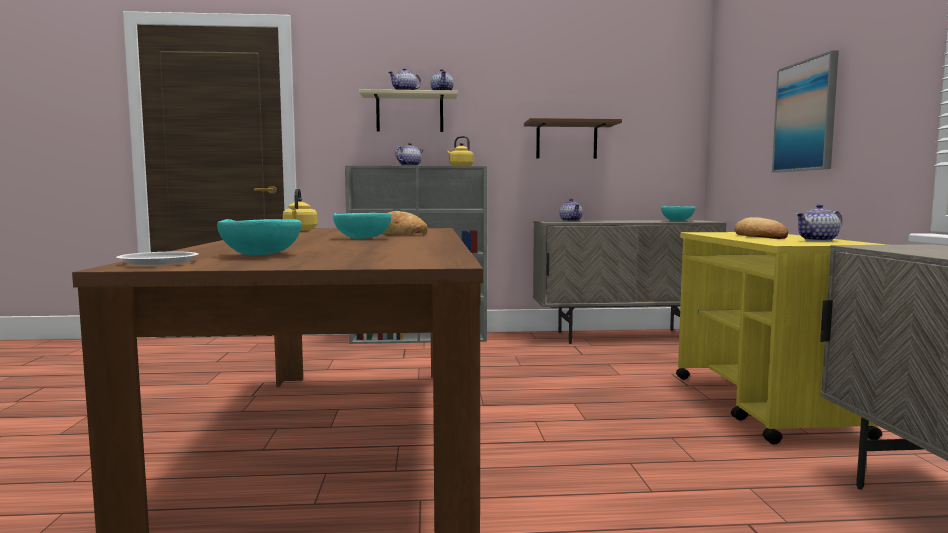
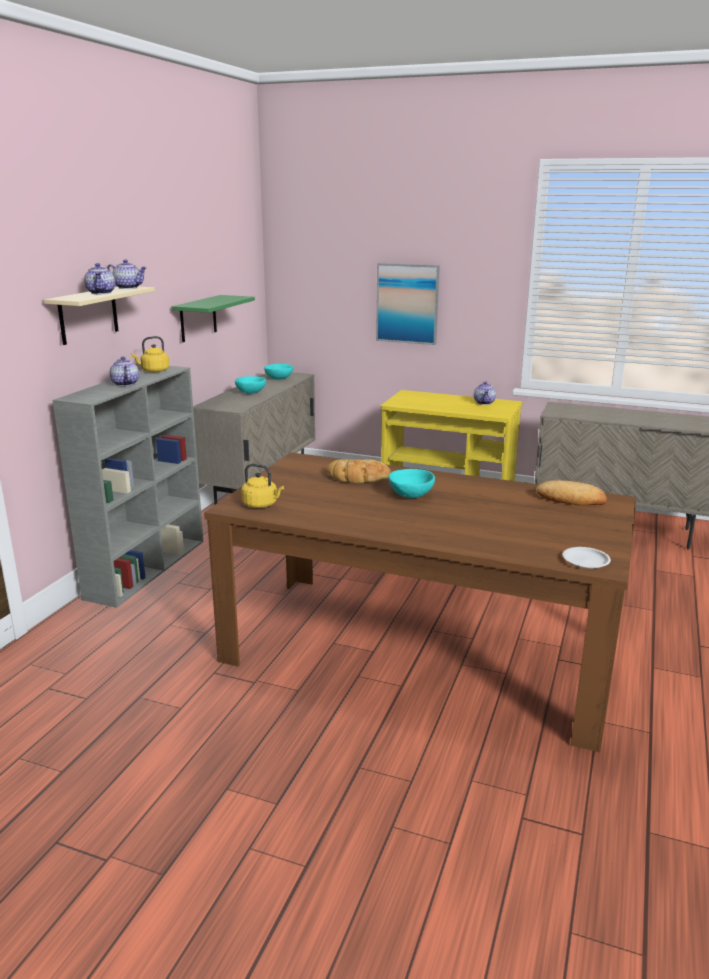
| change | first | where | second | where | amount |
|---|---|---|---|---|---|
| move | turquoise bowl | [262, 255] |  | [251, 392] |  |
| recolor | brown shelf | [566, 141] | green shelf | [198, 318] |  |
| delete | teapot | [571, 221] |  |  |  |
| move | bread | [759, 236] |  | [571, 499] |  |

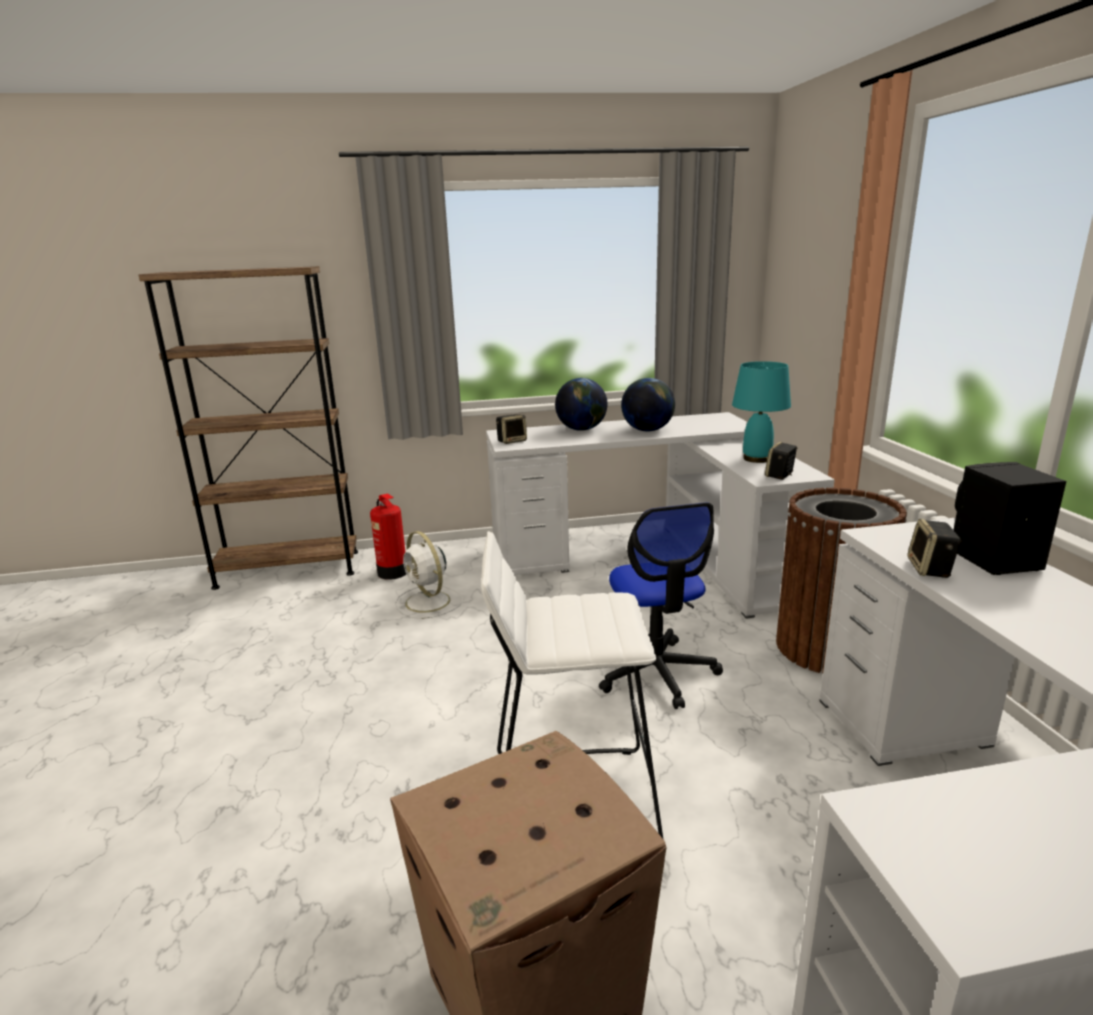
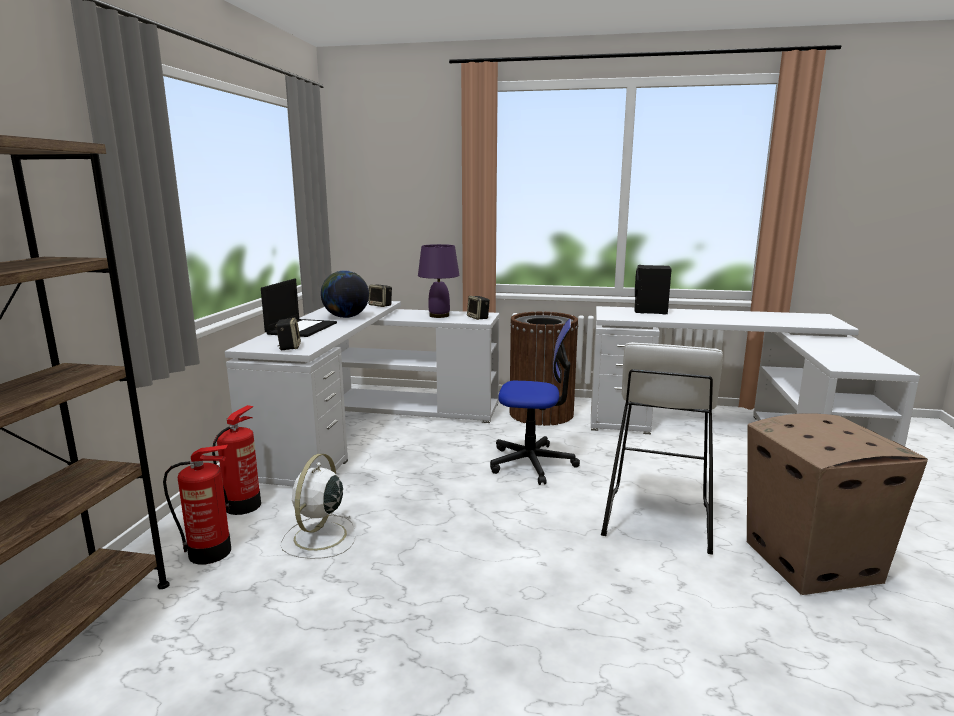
| change | first | where | second | where | amount |
|---|---|---|---|---|---|
| rotate | white fan | [429, 602] |  | [319, 537] | 120 degrees clockwise |
| replace | globe | [581, 429] | laptop | [301, 328] |  |
| recolor | turquoise table lamp | [756, 458] | purple table lamp | [438, 315] |  |
| move | speaker | [930, 569] |  | [381, 305] |  |
| insert |  |  | fire extinguisher | [243, 505] |  |

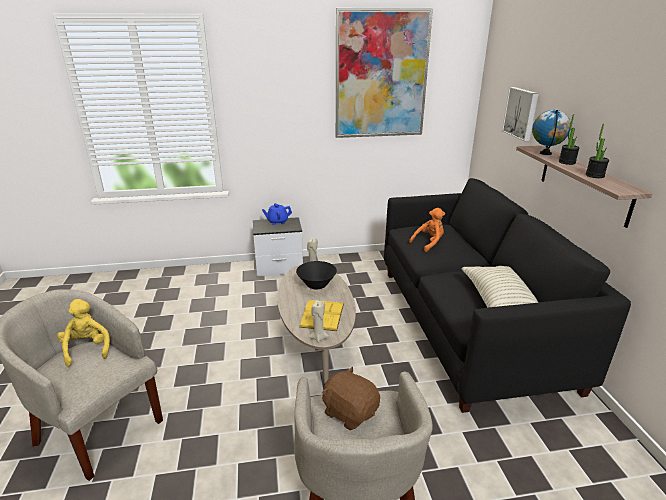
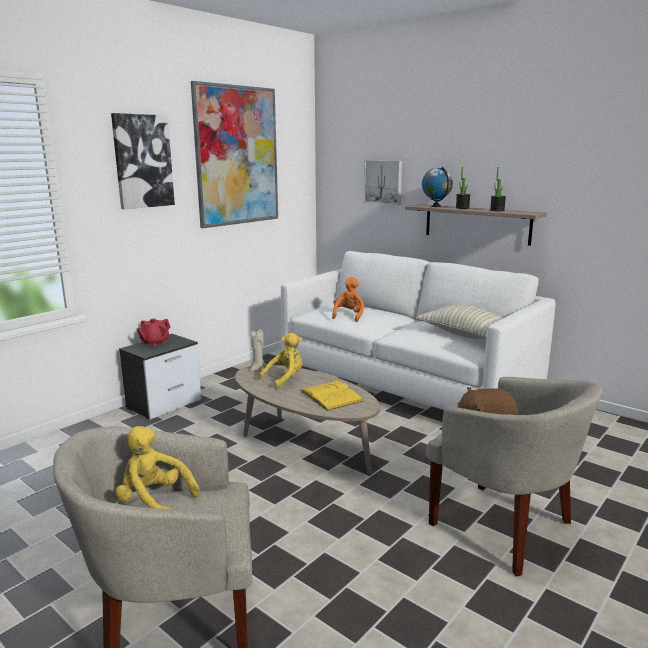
| change | first | where | second | where | amount |
|---|---|---|---|---|---|
| recolor | blue teapot | [277, 222] | red teapot | [154, 342] |  |
| replace | black bowl | [316, 285] | yellow plush toy | [285, 379] |  |
| delete | beige candle | [318, 337] |  |  |  |
| recolor | black sofa | [468, 324] | white sofa | [406, 385] |  |
| insert |  |  | picture | [142, 161] |  |

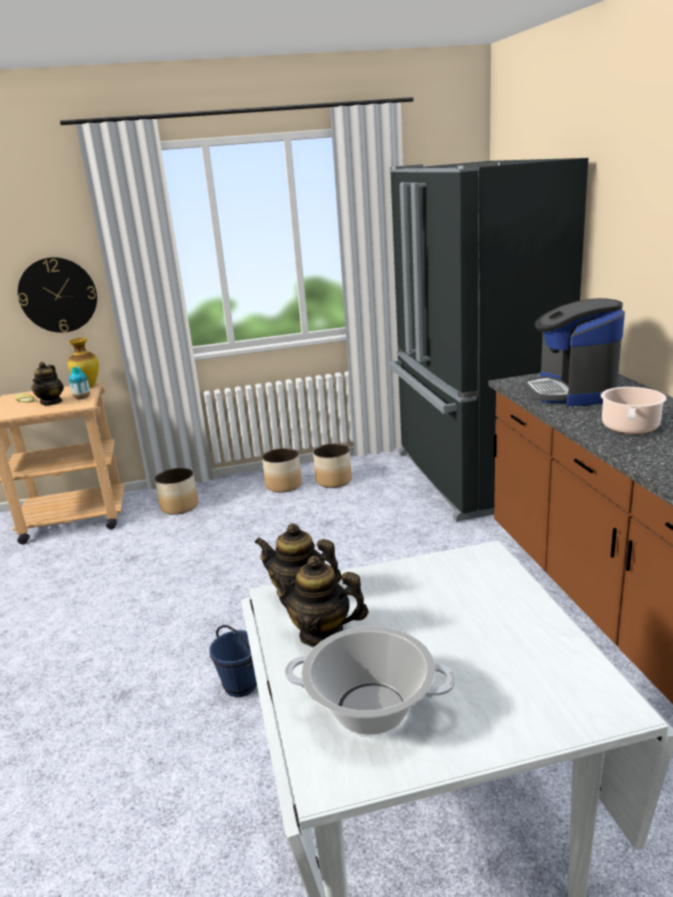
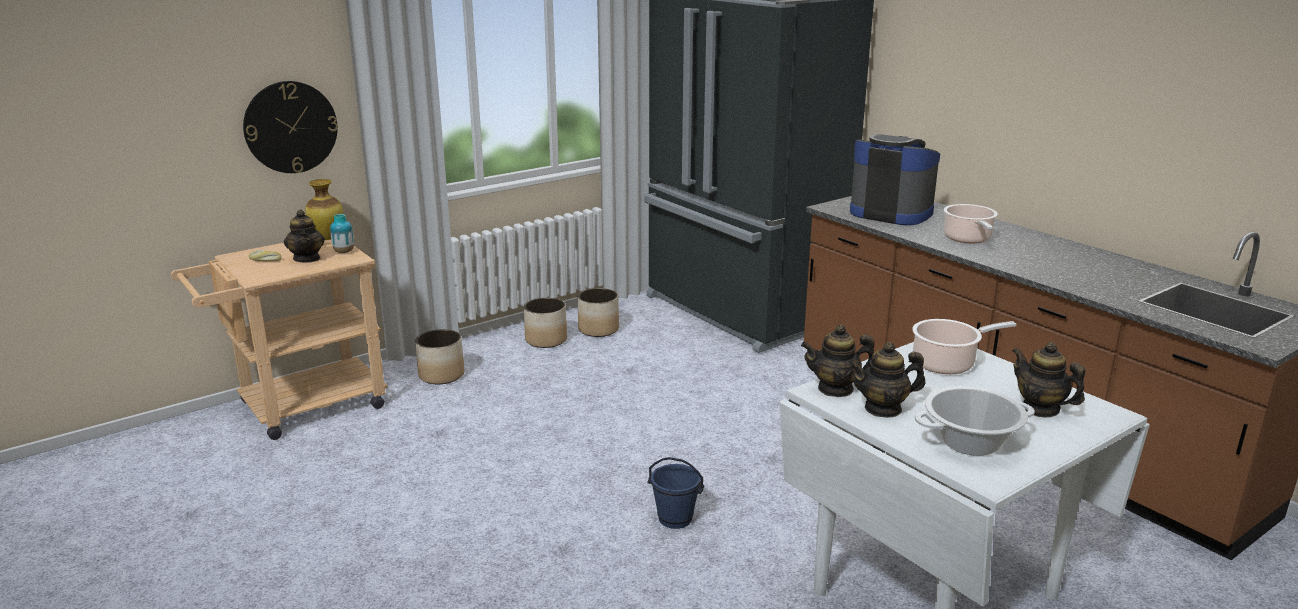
| change | first | where | second | where | amount |
|---|---|---|---|---|---|
| rotate | coffee machine | [571, 392] |  | [890, 213] | 150 degrees clockwise |
| insert |  |  | cooking pot | [947, 364] |  |
| insert |  |  | teapot | [1040, 409] |  |

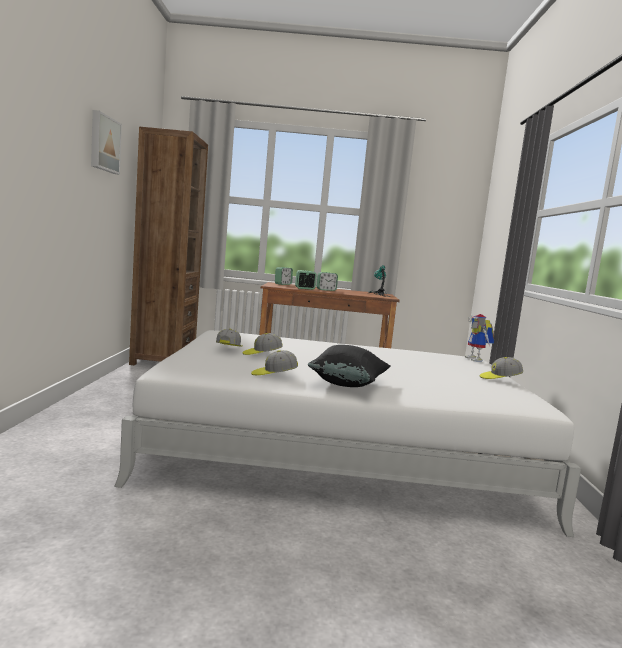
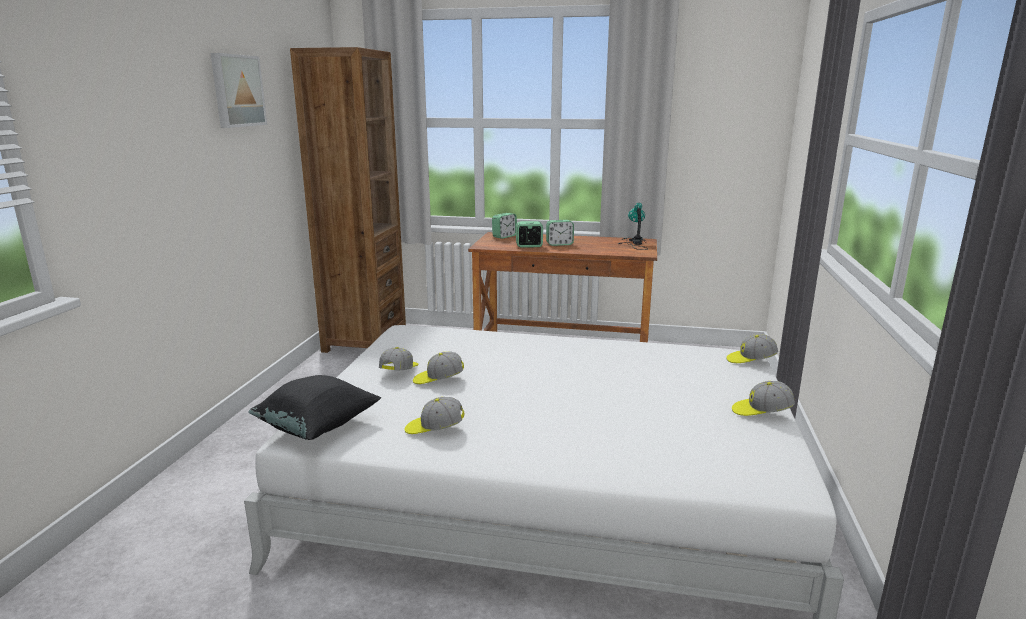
| change | first | where | second | where | amount |
|---|---|---|---|---|---|
| move | black pillow | [348, 385] |  | [318, 428] |  |
| replace | toy robot | [477, 360] | cap | [750, 360] |  |

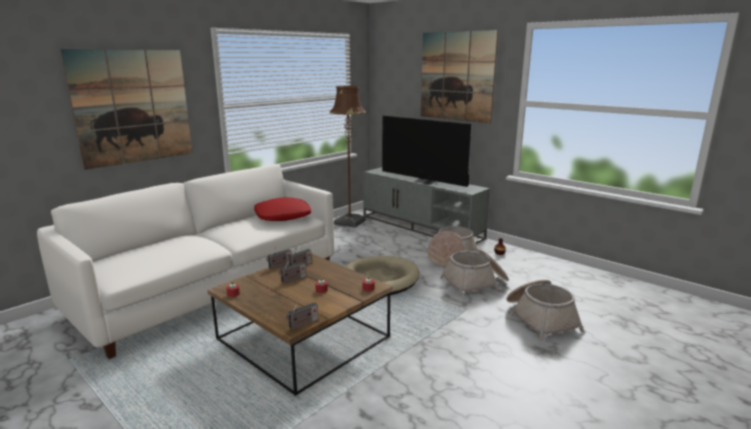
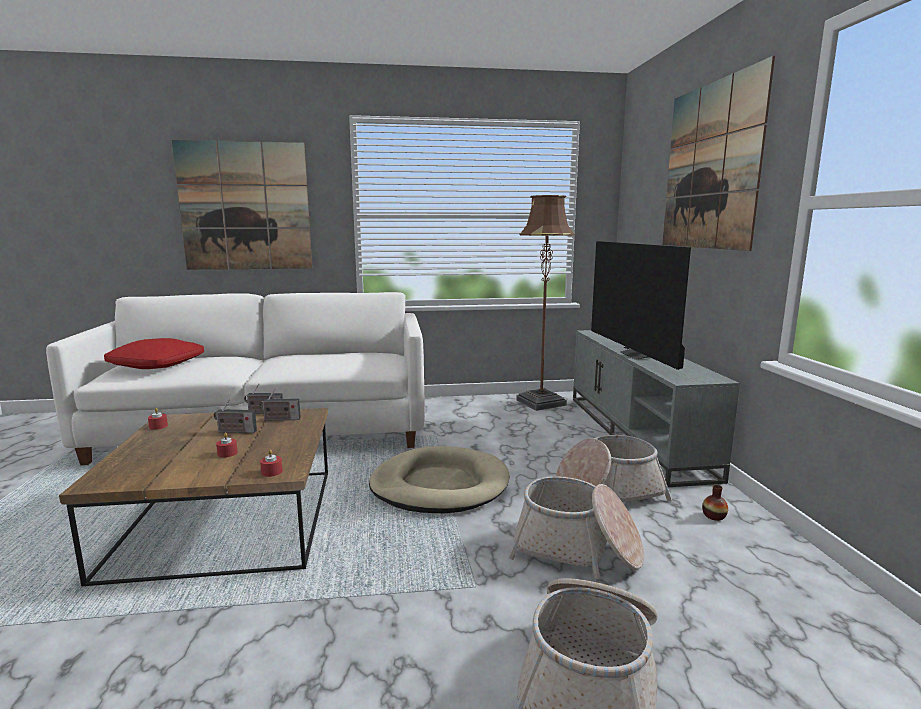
| change | first | where | second | where | amount |
|---|---|---|---|---|---|
| move | red pillow | [283, 216] |  | [157, 364] |  |
| delete | radio | [302, 324] |  |  |  |

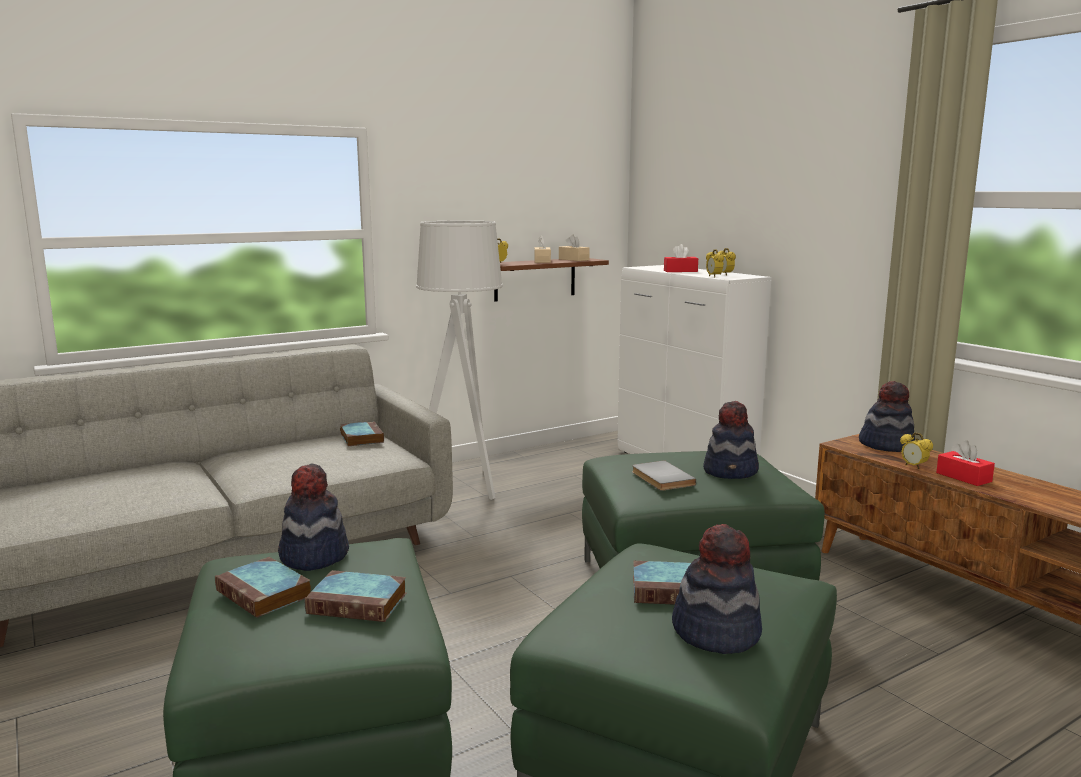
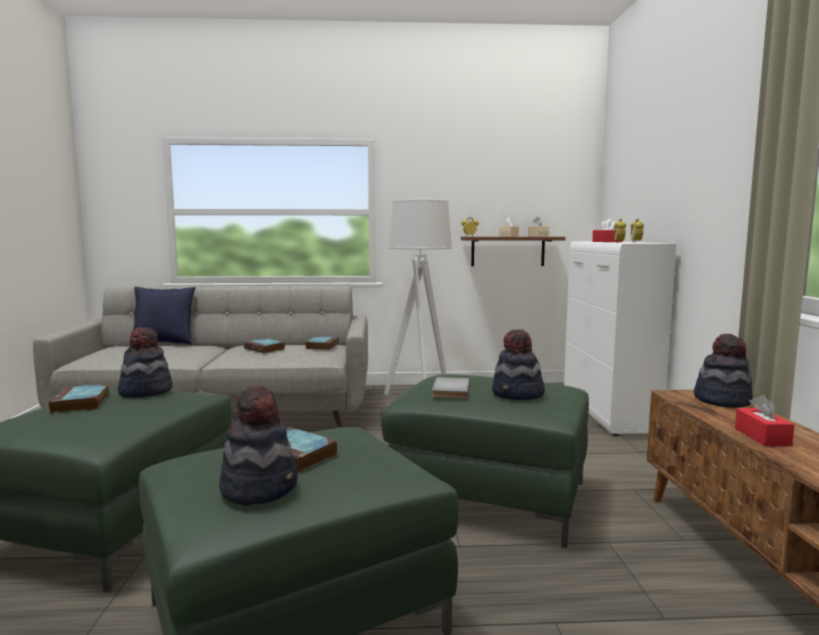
| change | first | where | second | where | amount |
|---|---|---|---|---|---|
| move | book | [359, 603] |  | [265, 349] |  |
| delete | alarm clock | [913, 466] |  |  |  |
| insert |  |  | blue pillow | [164, 344] |  |

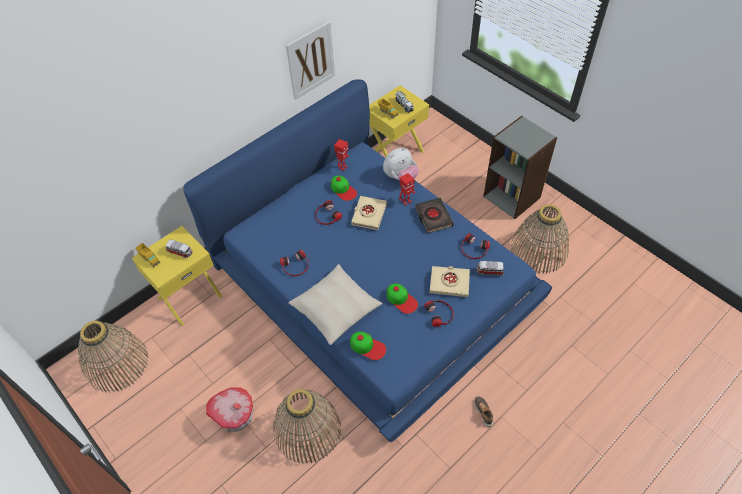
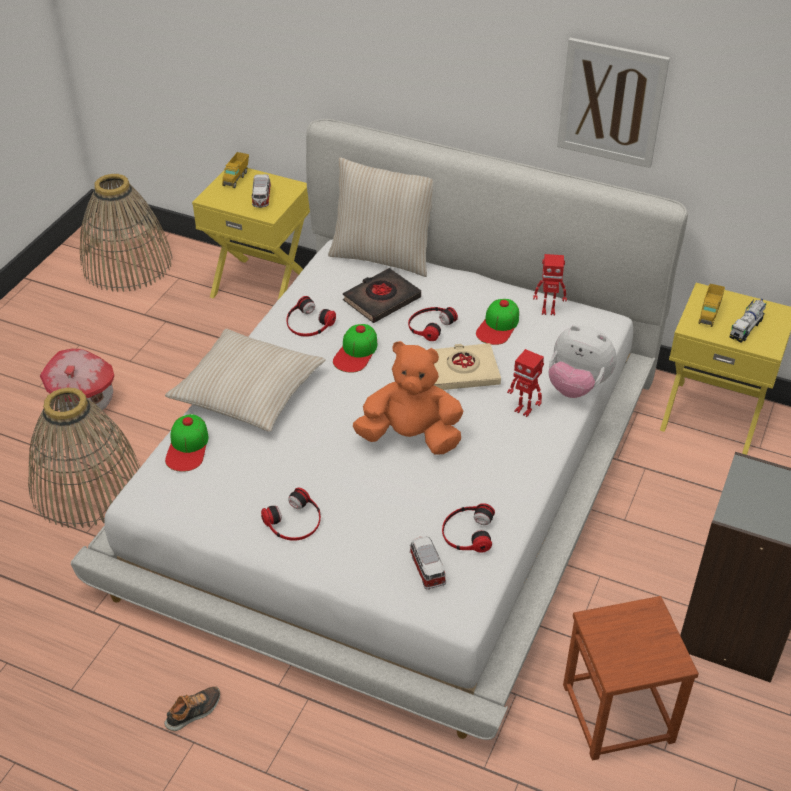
| change | first | where | second | where | amount |
|---|---|---|---|---|---|
| recolor | blue bed | [372, 281] | white bed | [395, 475] |  |
| move | cap | [401, 299] |  | [356, 352] |  |
| move | black book | [433, 217] |  | [381, 299] |  |
| delete | beige book | [449, 283] |  |  |  |
| replace | basket | [538, 250] | brown stool | [619, 713] |  |
| insert |  |  | beige pillow | [383, 256] |  |
| insert |  |  | orange plush toy | [411, 437] |  |

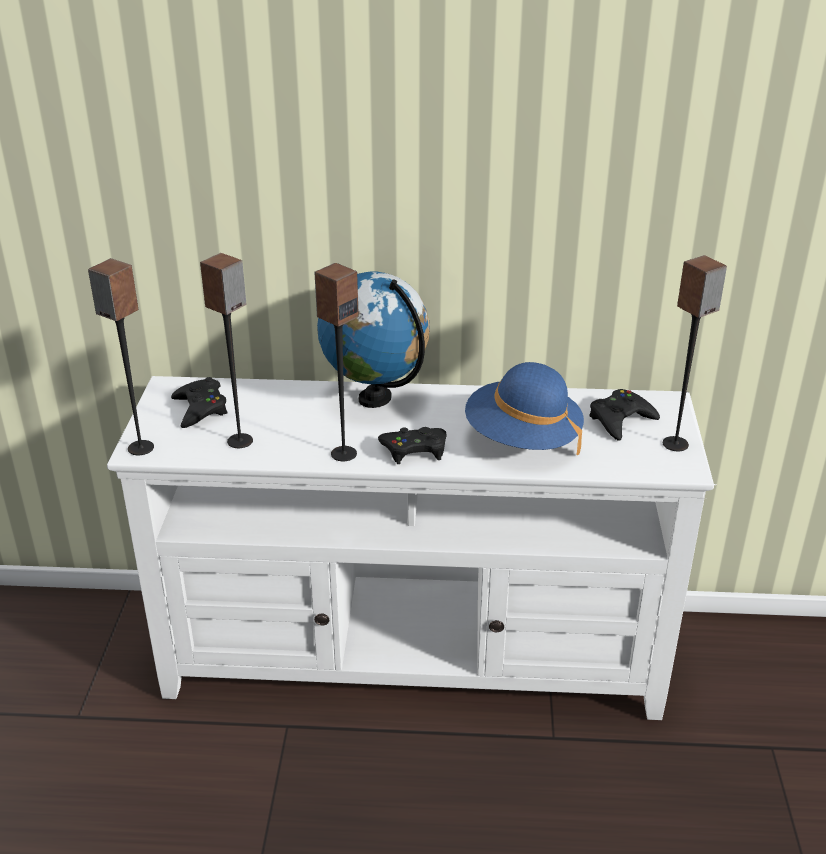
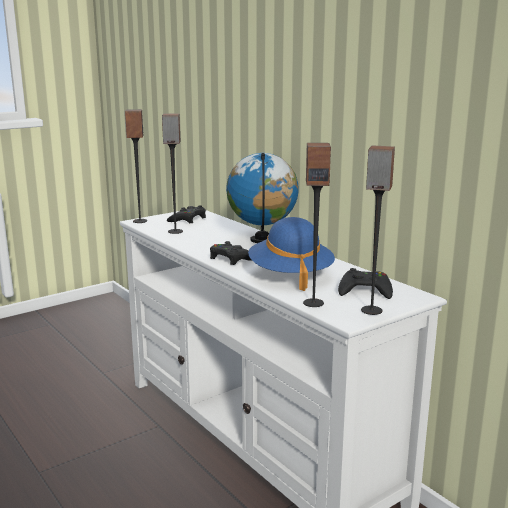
| change | first | where | second | where | amount |
|---|---|---|---|---|---|
| move | speaker | [343, 453] |  | [313, 303] |  |

